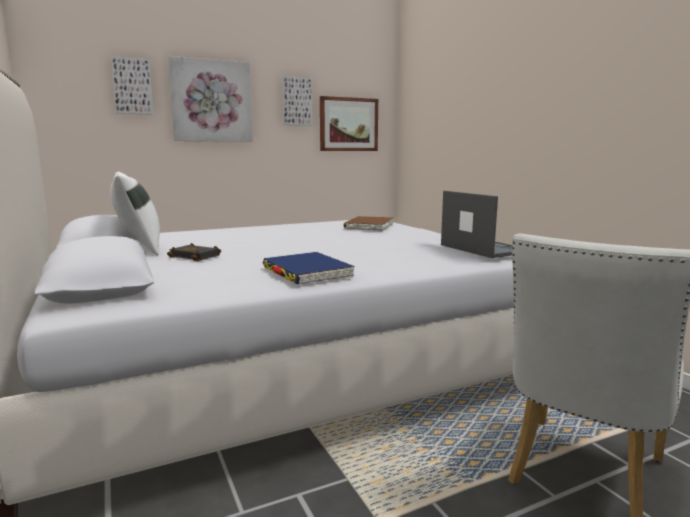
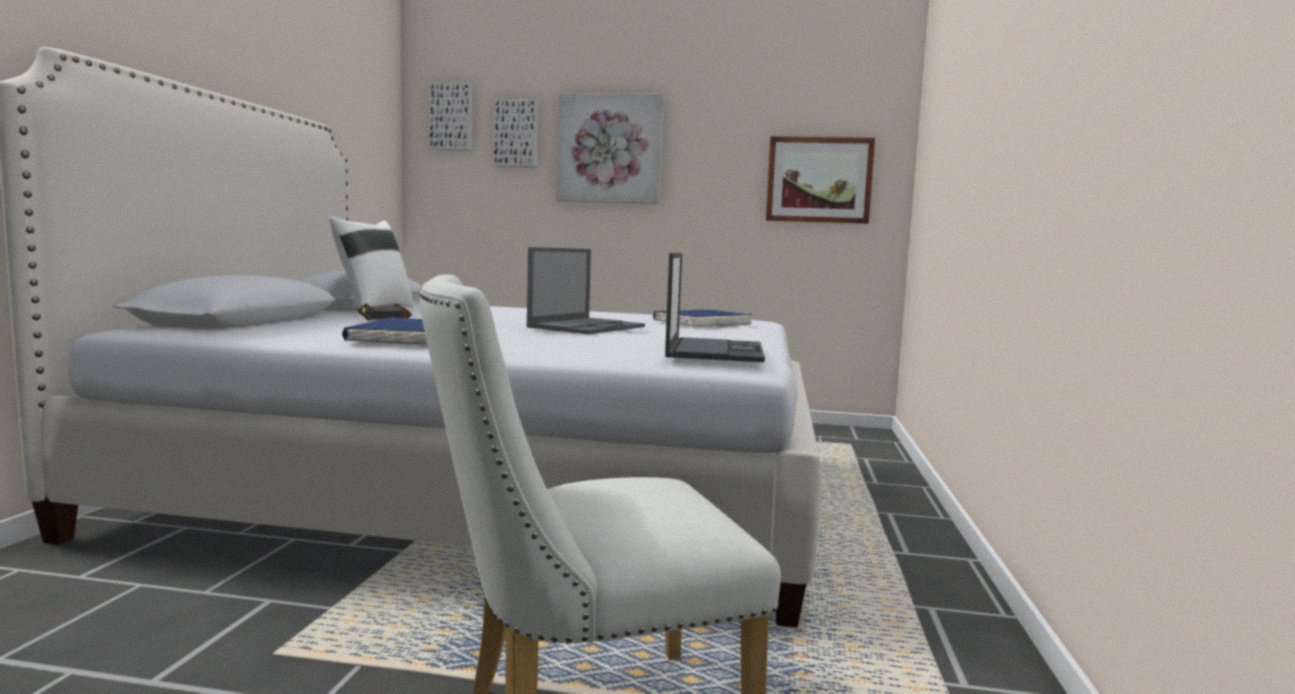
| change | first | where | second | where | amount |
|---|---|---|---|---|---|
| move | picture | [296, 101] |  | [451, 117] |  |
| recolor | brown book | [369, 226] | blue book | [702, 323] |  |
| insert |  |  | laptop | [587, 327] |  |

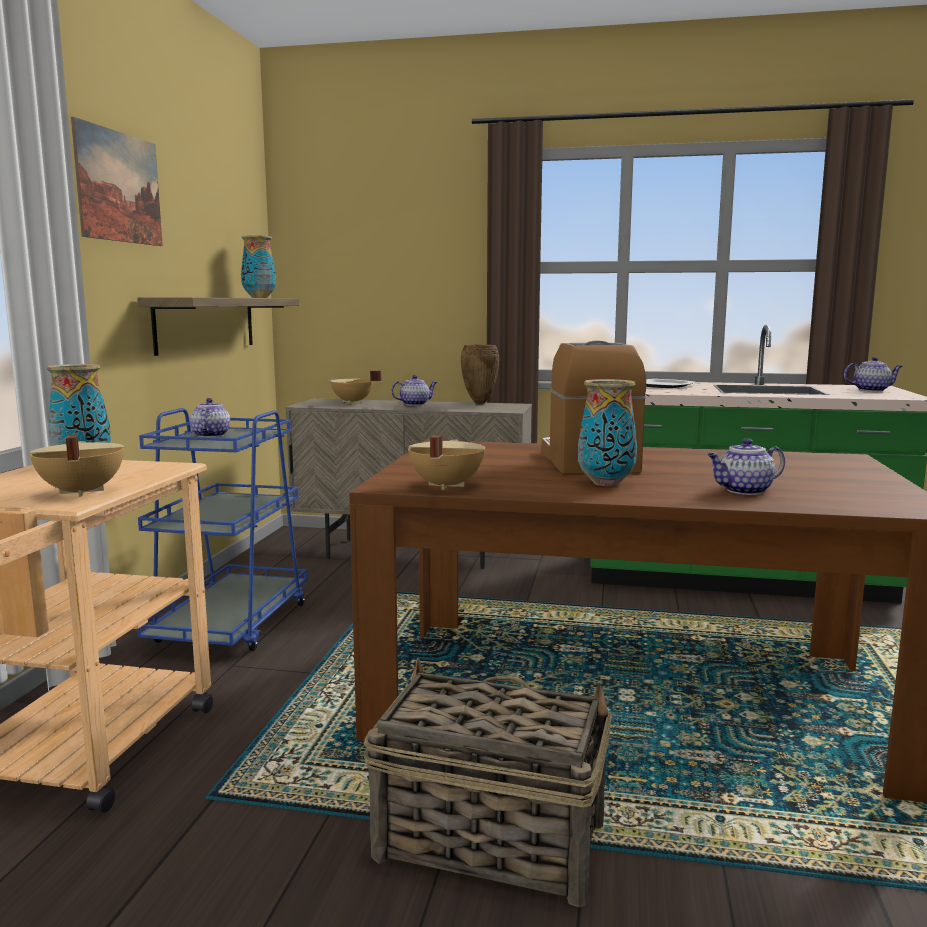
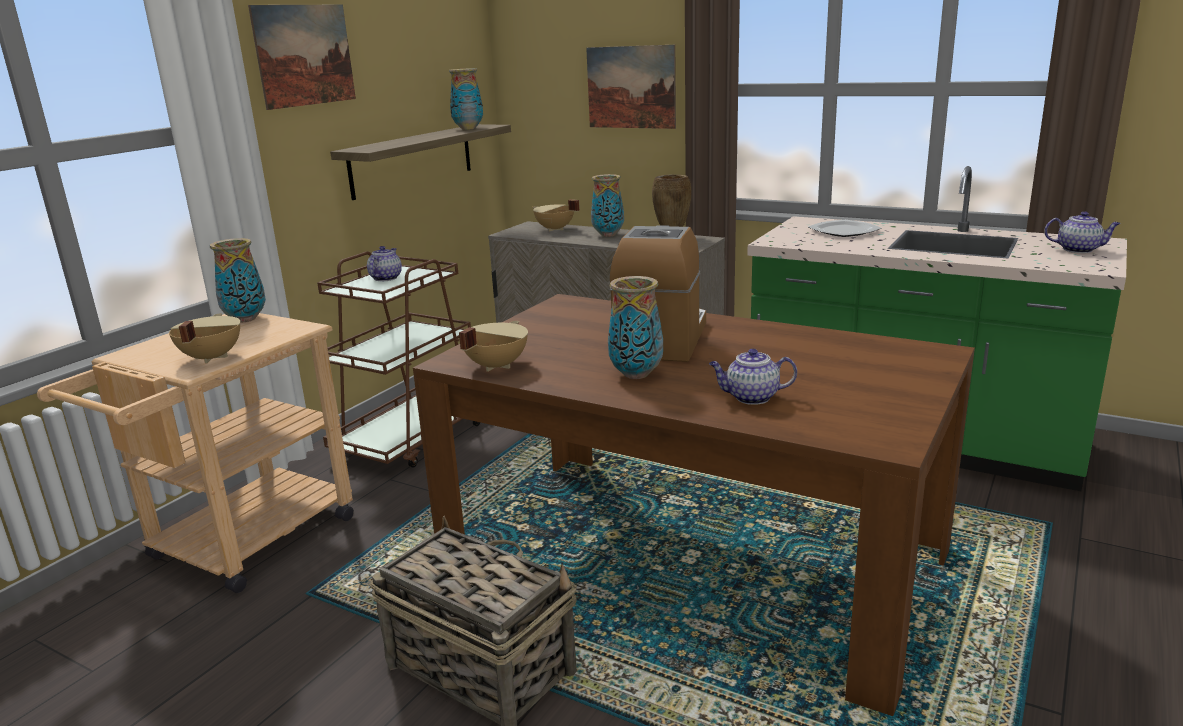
| change | first | where | second | where | amount |
|---|---|---|---|---|---|
| recolor | blue cart | [232, 624] | brown cart | [412, 438] |  |
| replace | teapot | [415, 404] | vase | [608, 235] |  |
| insert |  |  | picture | [631, 87] |  |

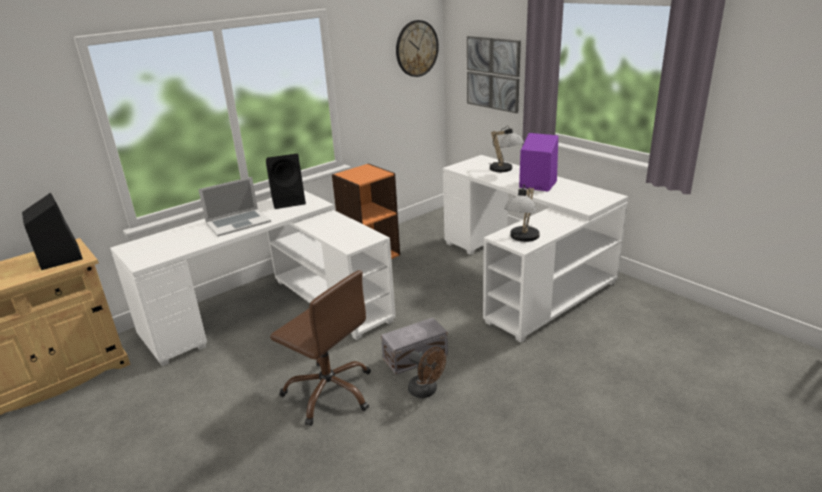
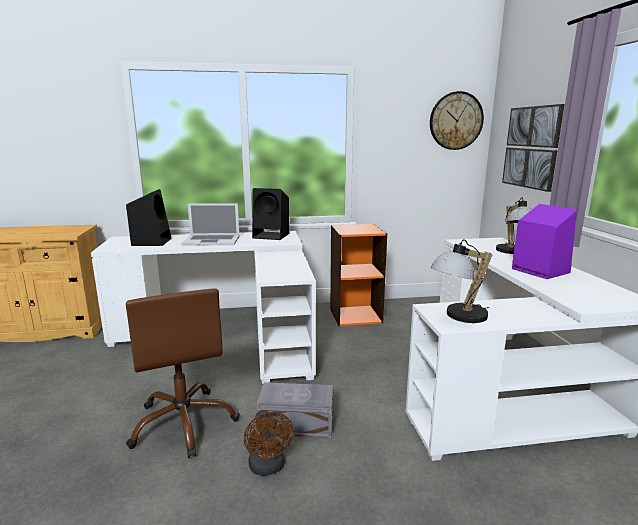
| change | first | where | second | where | amount |
|---|---|---|---|---|---|
| move | black speaker | [60, 257] |  | [152, 241] |  |

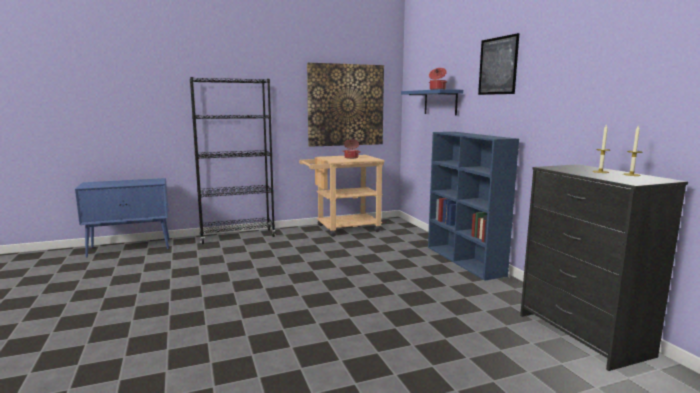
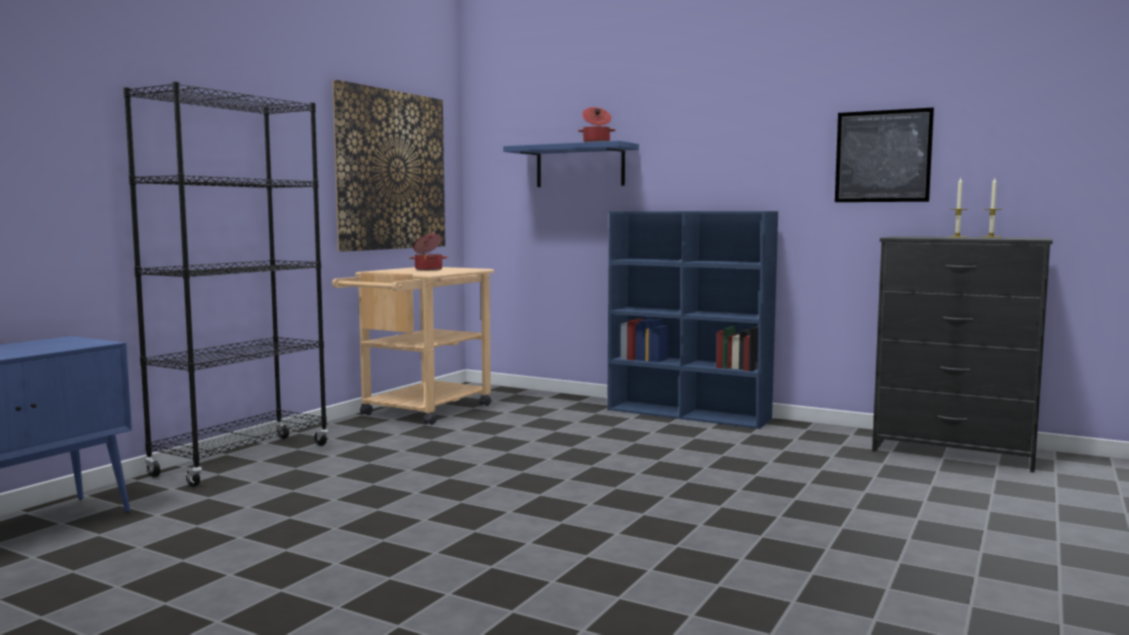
| change | first | where | second | where | amount |
|---|---|---|---|---|---|
| move | picture | [498, 66] |  | [883, 156] |  |

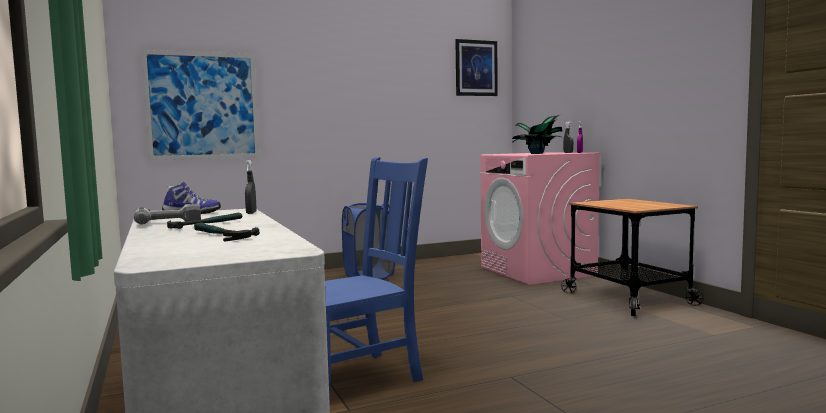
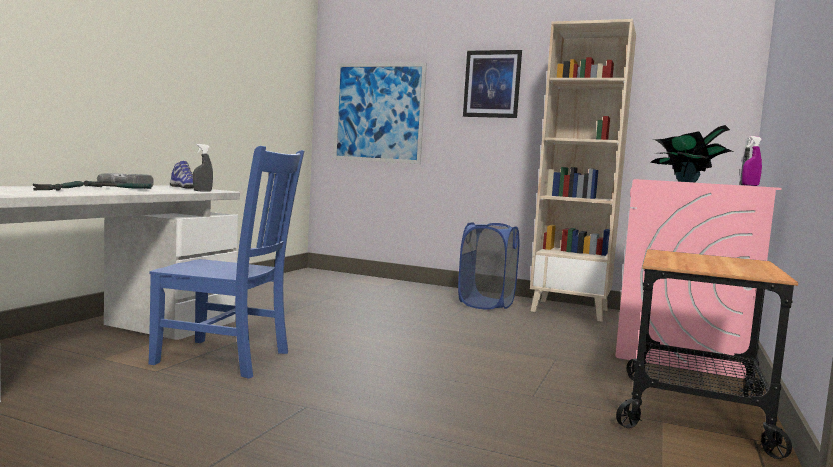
| change | first | where | second | where | amount |
|---|---|---|---|---|---|
| move | picture | [476, 68] |  | [492, 84] |  |
| insert |  |  | beige bookcase | [570, 310] |  |

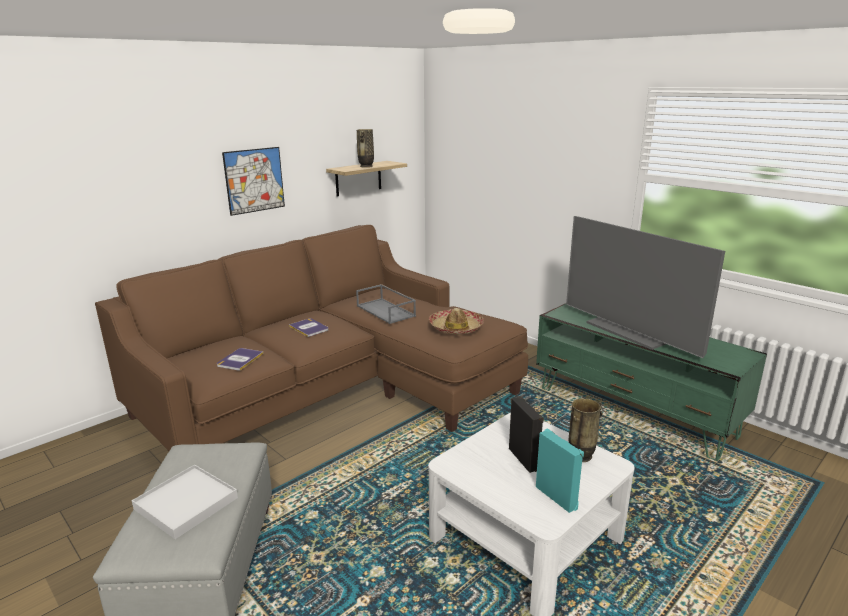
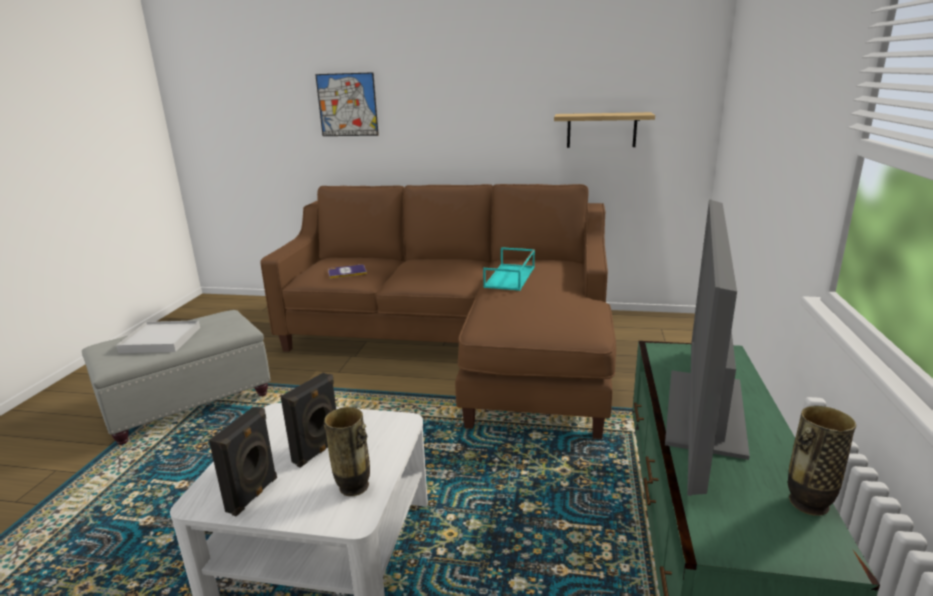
| change | first | where | second | where | amount |
|---|---|---|---|---|---|
| move | picture | [254, 180] |  | [347, 105] |  |
| delete | book | [309, 328] |  |  |  |
| recolor | grey tray | [386, 311] | turquoise tray | [510, 277] |  |
| move | vase | [366, 166] |  | [808, 503] |  |
| delete | hat | [455, 328] |  |  |  |
| recolor | turquoise speaker | [557, 497] | black speaker | [254, 495] |  |

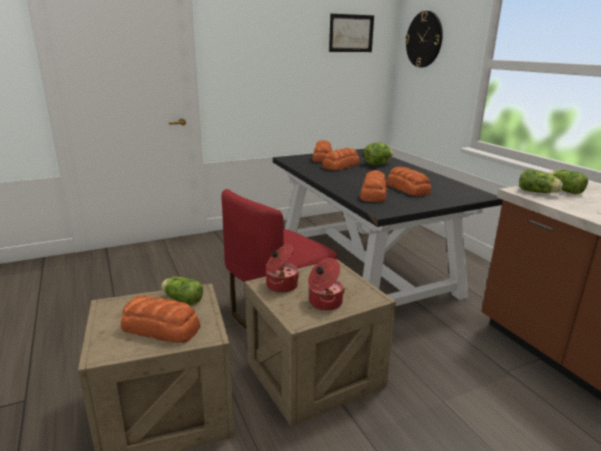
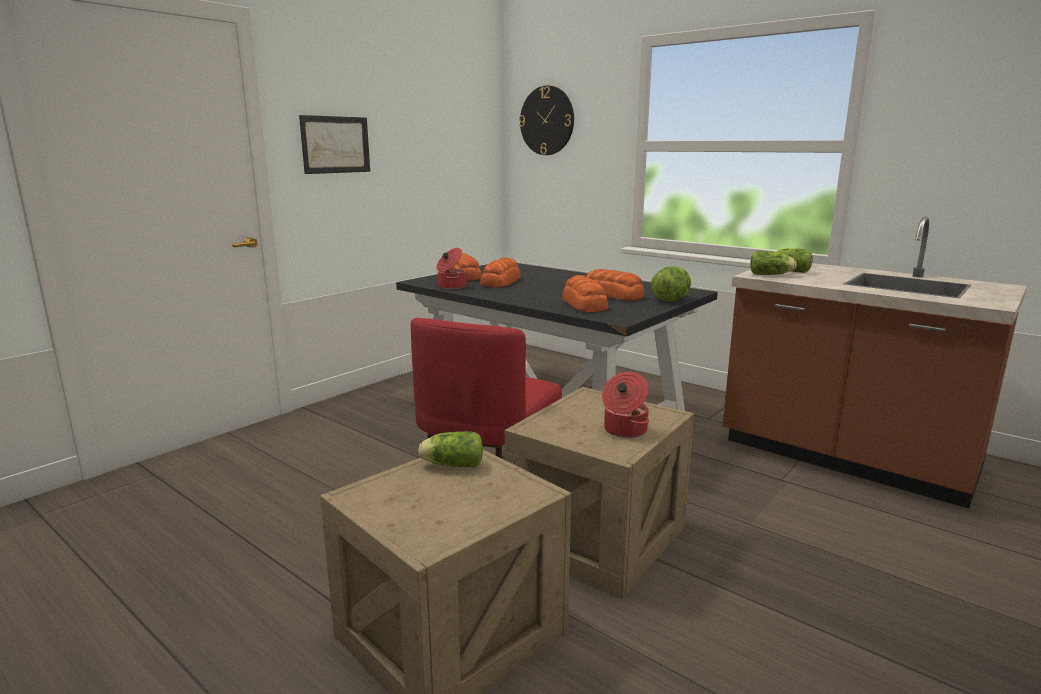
| change | first | where | second | where | amount |
|---|---|---|---|---|---|
| delete | bread | [161, 328] |  |  |  |
| move | cooking pot | [280, 285] |  | [451, 287] |  |
| move | picture | [351, 33] |  | [335, 144] |  |
| move | lettuce | [377, 164] |  | [671, 300] |  |

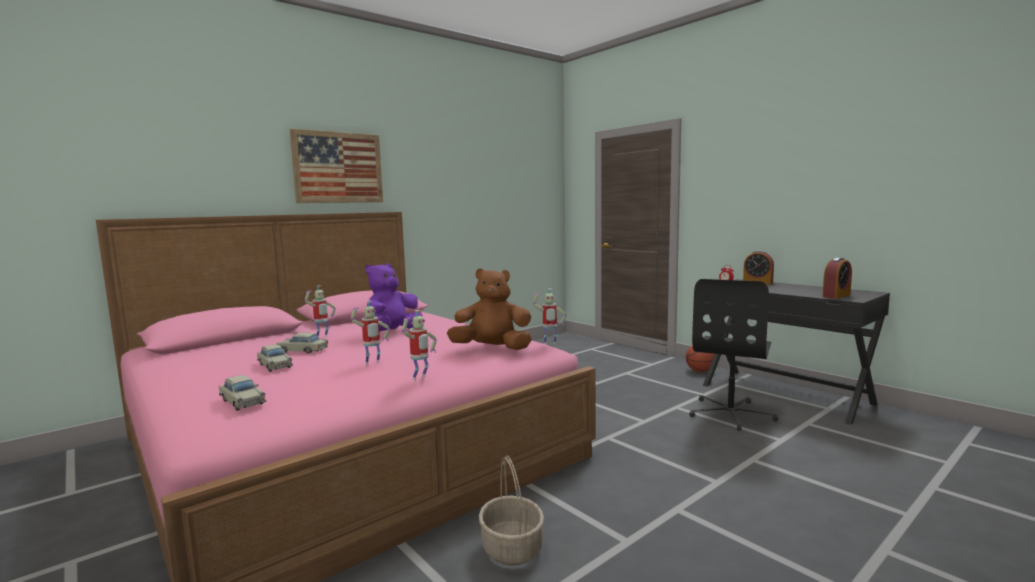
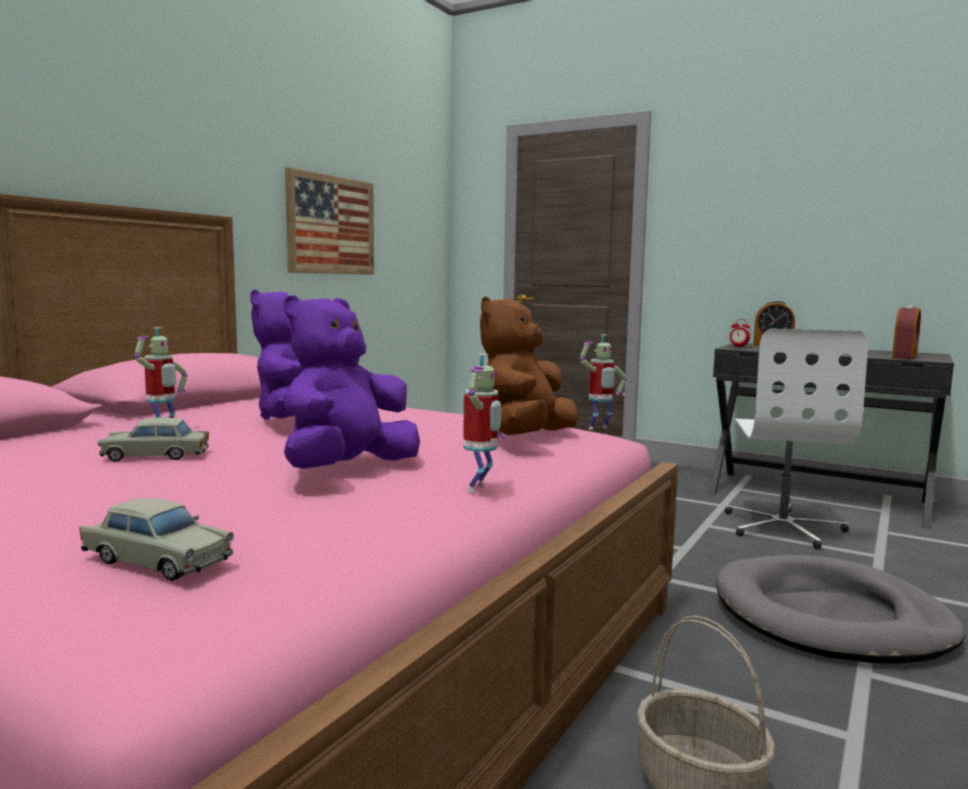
| change | first | where | second | where | amount |
|---|---|---|---|---|---|
| delete | beige toy car | [274, 365] |  |  |  |
| move | picture | [338, 167] |  | [331, 225] |  |
| replace | toy robot | [372, 363] | purple plush toy | [347, 470] |  |
| rotate | brown plush toy | [492, 349] |  | [525, 438] | 45 degrees counterclockwise |
| delete | basketball | [700, 371] |  |  |  |
| recolor | black office chair | [731, 413] | white office chair | [783, 527] |  |
| insert |  |  | grey dog bed | [831, 618] |  |

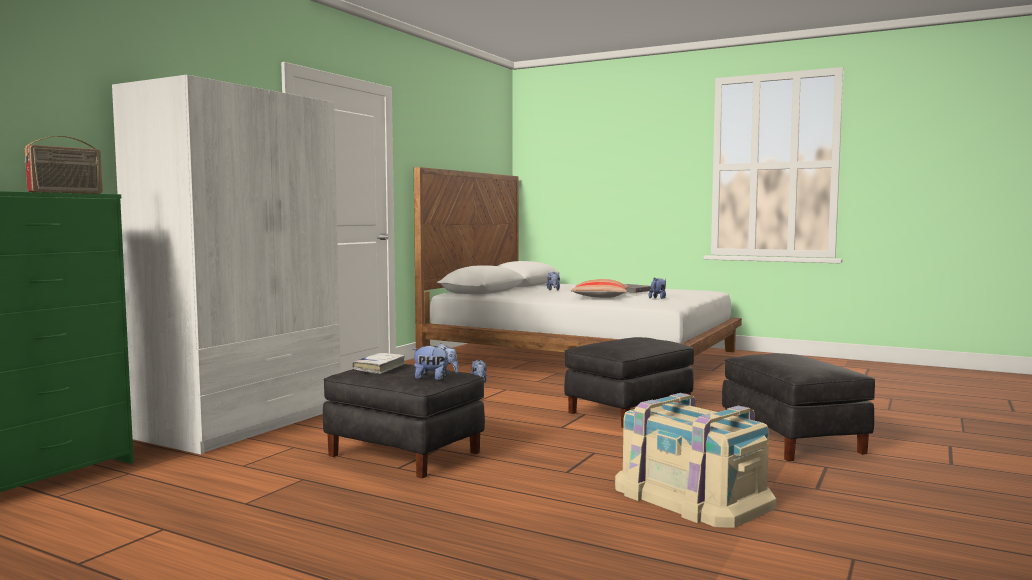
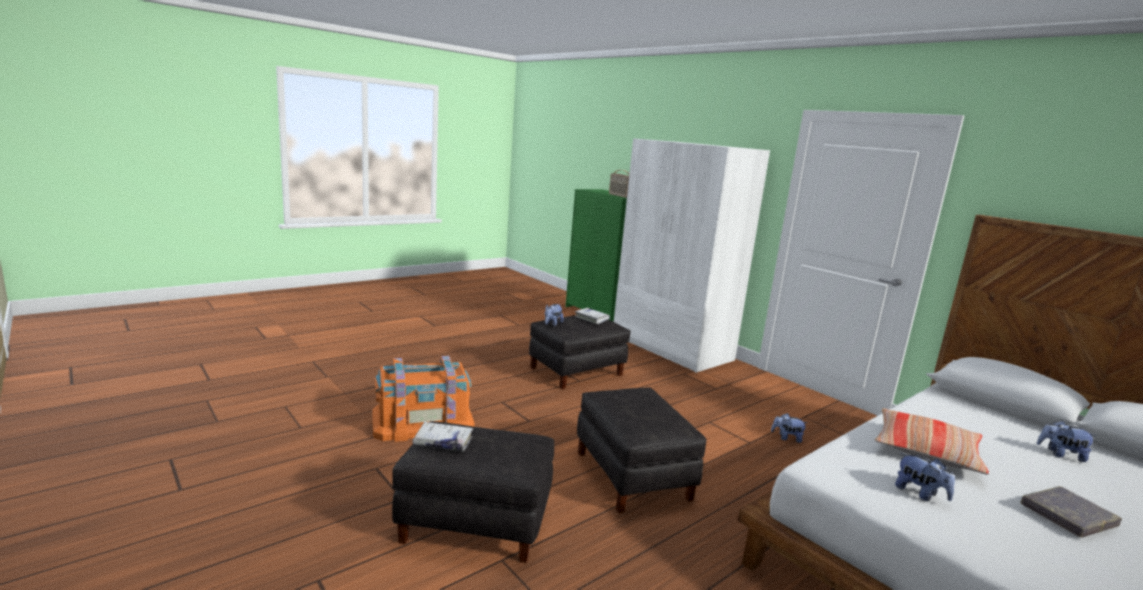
| change | first | where | second | where | amount |
|---|---|---|---|---|---|
| recolor | beige storage box | [691, 496] | orange storage box | [423, 421] |  |
| insert |  |  | white book | [443, 442] |  |

